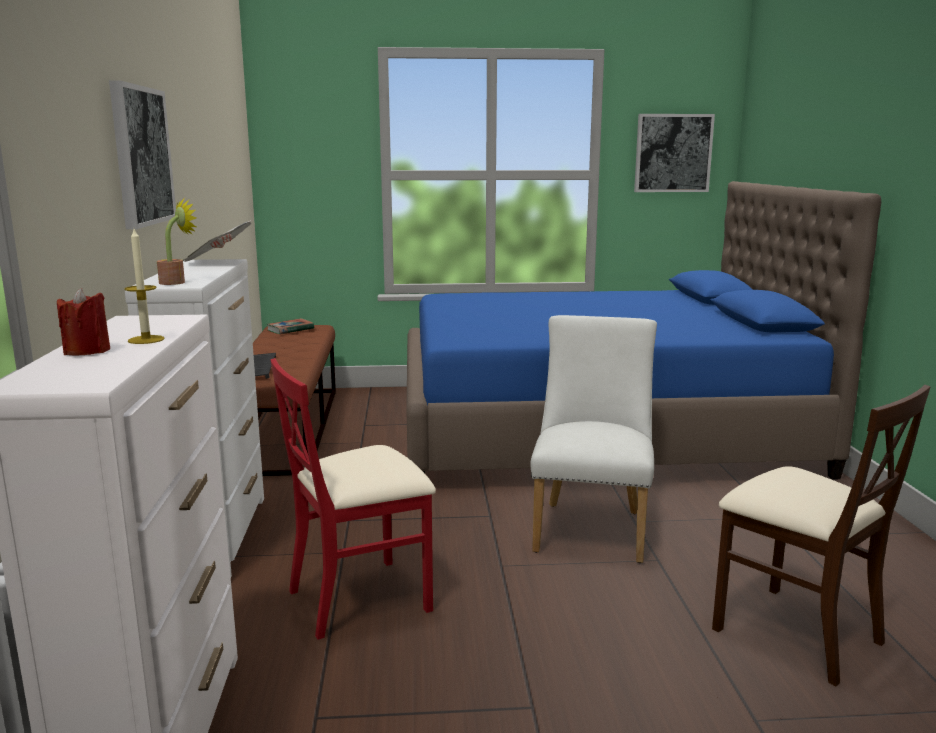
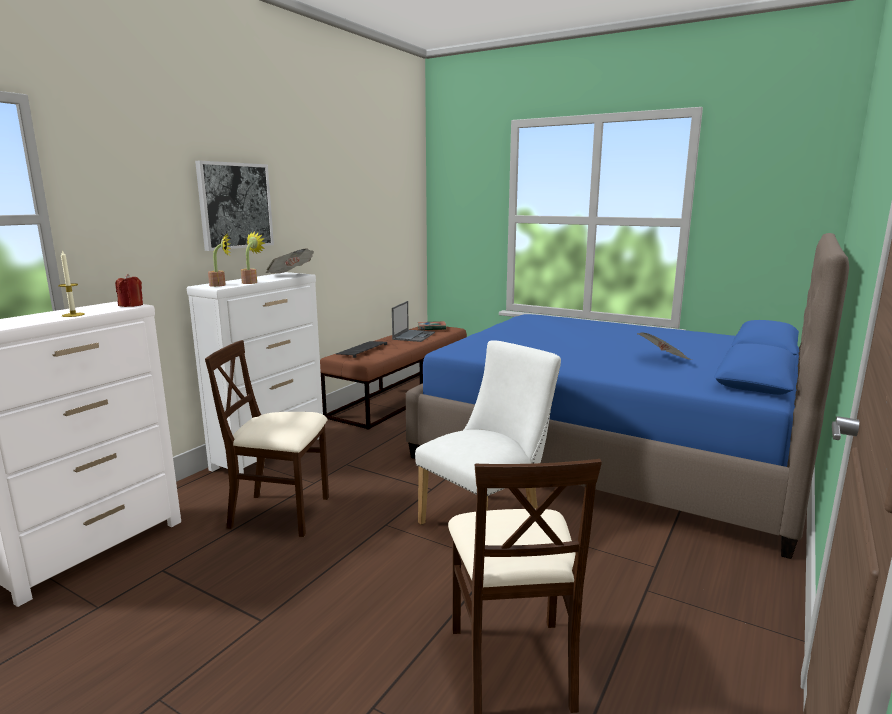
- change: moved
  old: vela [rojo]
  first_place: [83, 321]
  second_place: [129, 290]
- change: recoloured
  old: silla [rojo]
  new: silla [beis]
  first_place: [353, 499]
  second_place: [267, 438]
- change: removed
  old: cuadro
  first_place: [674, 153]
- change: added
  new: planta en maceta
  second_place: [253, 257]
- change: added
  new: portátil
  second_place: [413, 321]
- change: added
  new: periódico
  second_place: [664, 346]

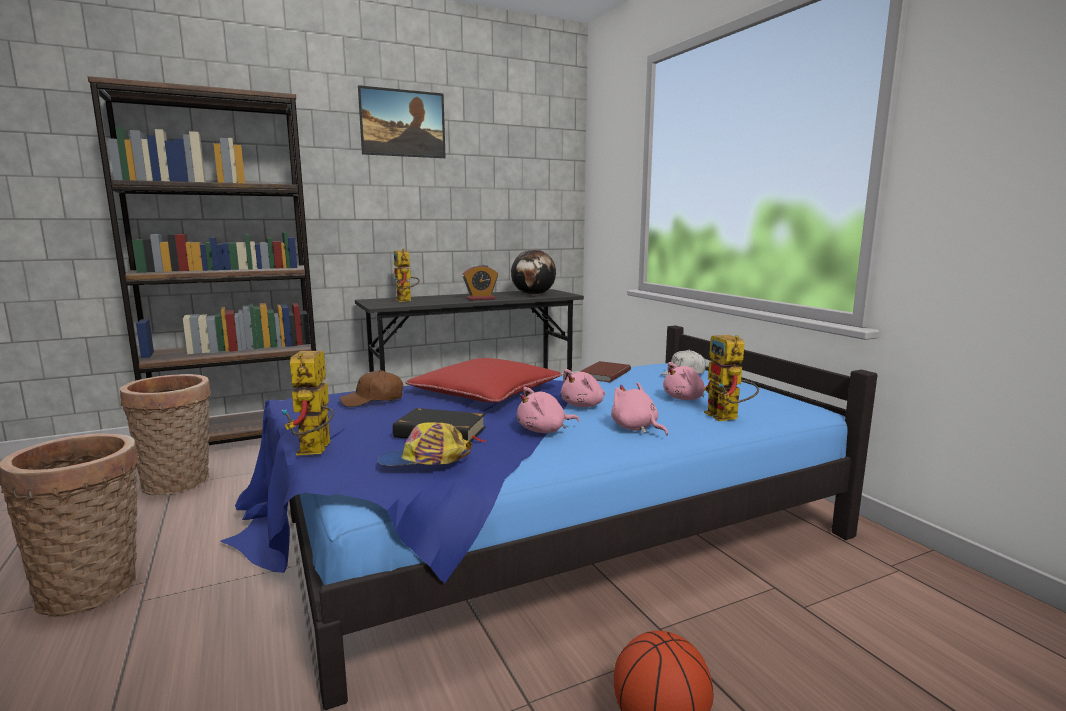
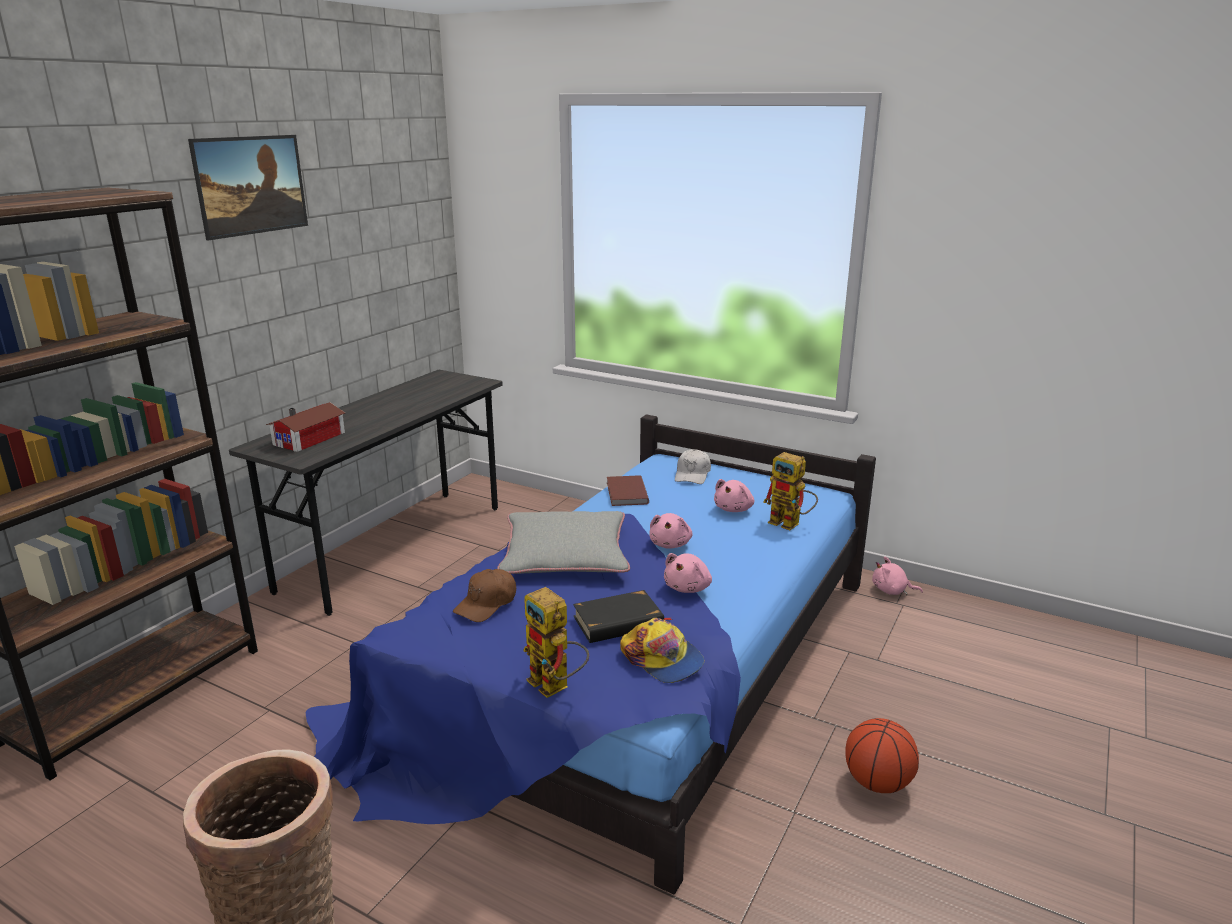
- change: removed
  old: cesta
  first_place: [165, 434]
- change: turned
  old: gorra
  first_place: [425, 444]
  second_place: [662, 650]
  degrees: -90
- change: replaced
  old: robot de juguete
  new: casita
  first_place: [407, 275]
  second_place: [305, 427]
- change: recoloured
  old: cojín [rojo]
  new: cojín [gris]
  first_place: [484, 380]
  second_place: [563, 542]
- change: removed
  old: despertador
  first_place: [480, 282]
- change: removed
  old: globo terráqueo
  first_place: [533, 272]
- change: moved
  old: peluche [rosa]
  first_place: [639, 408]
  second_place: [897, 575]

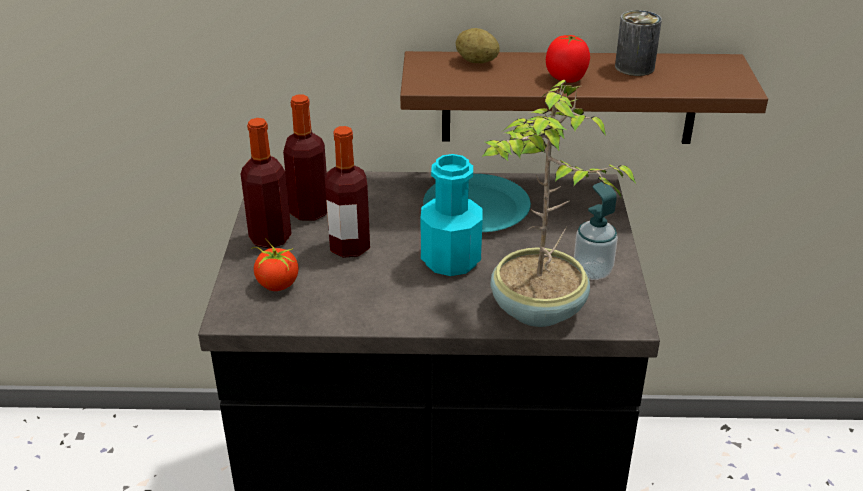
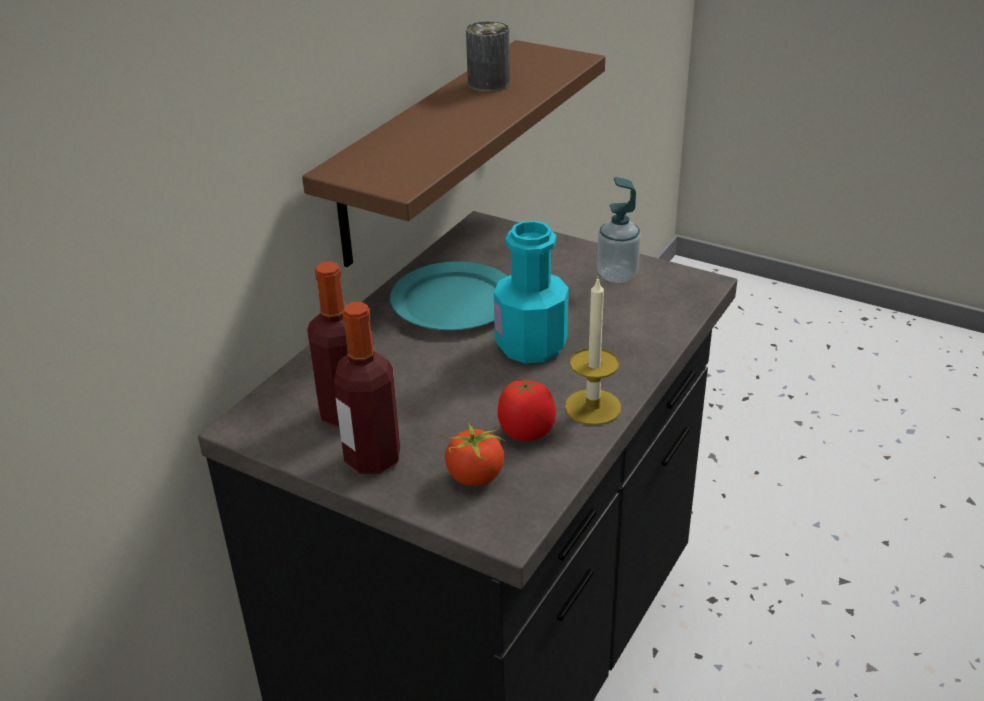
- change: removed
  old: botella
  first_place: [347, 192]
- change: removed
  old: patata
  first_place: [477, 45]
- change: removed
  old: planta en maceta
  first_place: [559, 203]
- change: moved
  old: tomate
  first_place: [568, 59]
  second_place: [527, 409]
- change: added
  new: vela
  second_place: [593, 351]

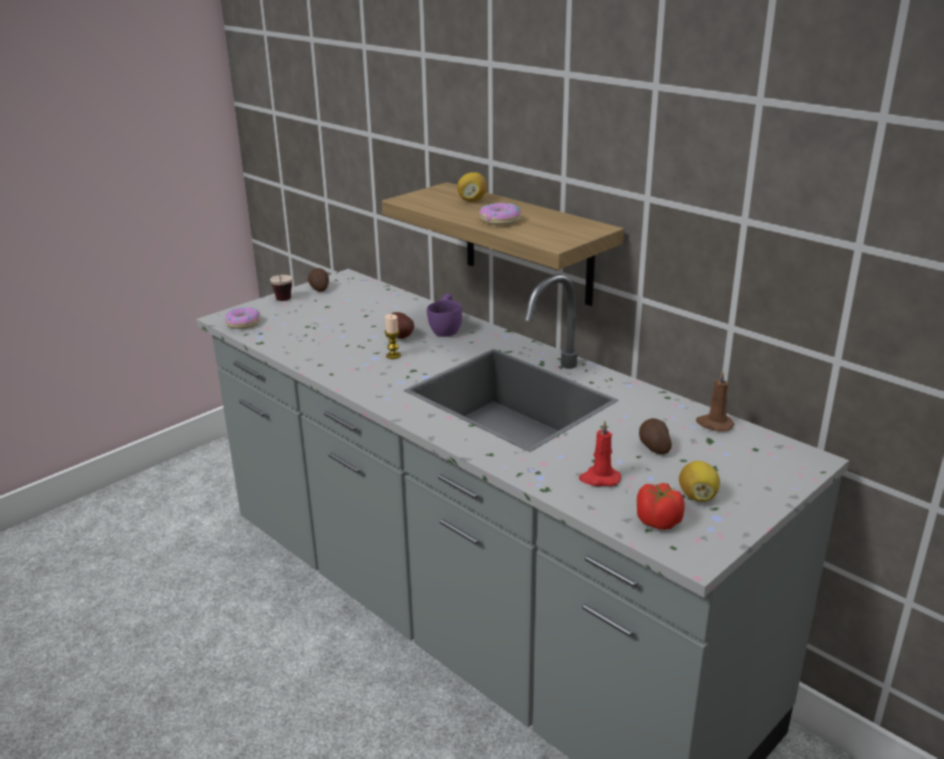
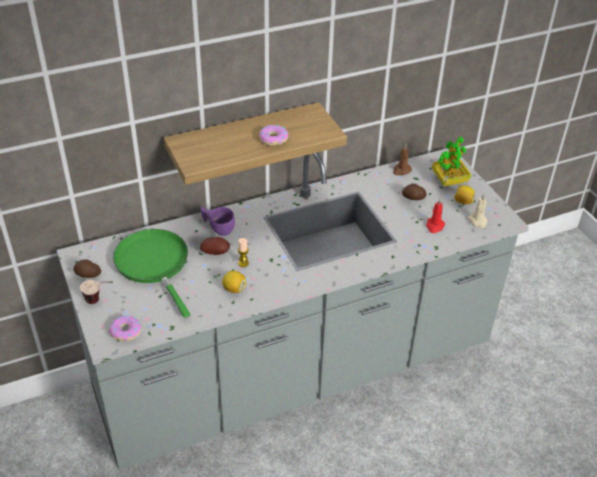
- change: moved
  old: limón
  first_place: [472, 187]
  second_place: [234, 282]
- change: replaced
  old: tomate
  new: vela [beis]
  first_place: [661, 506]
  second_place: [478, 210]
- change: added
  new: sartén [verde]
  second_place: [151, 273]
- change: added
  new: planta en maceta
  second_place: [451, 161]

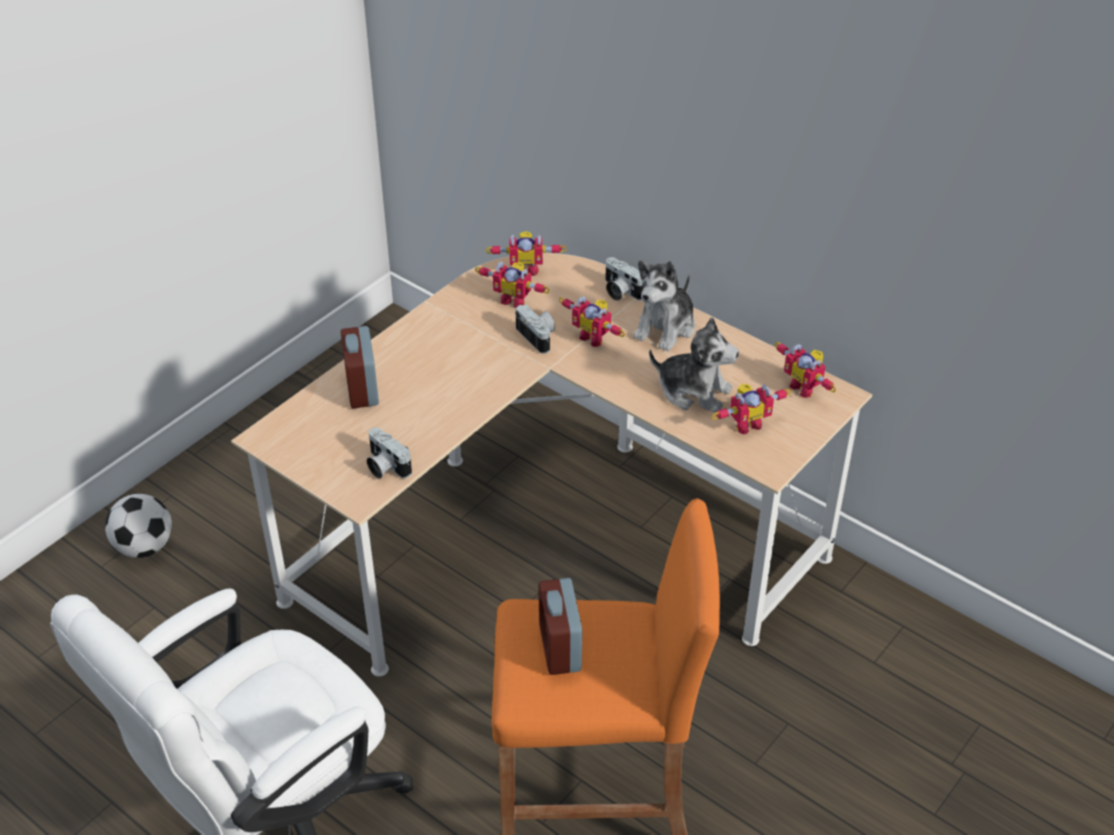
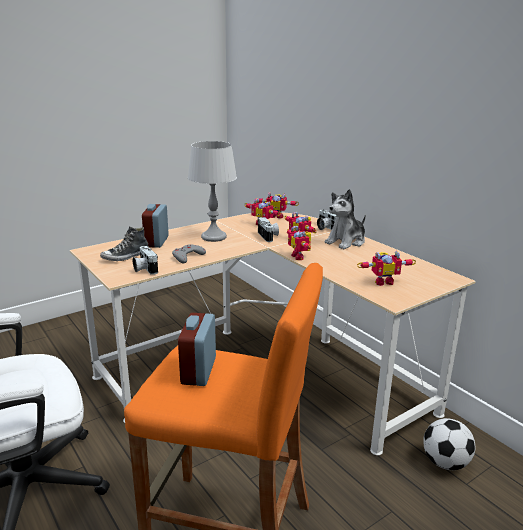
- change: moved
  old: balón de fútbol
  first_place: [138, 526]
  second_place: [449, 444]
- change: removed
  old: peluche
  first_place: [694, 365]
- change: moved
  old: robot de juguete
  first_place: [805, 370]
  second_place: [299, 243]
- change: added
  new: zapato
  second_place: [124, 243]
- change: added
  new: mando de consola [gris]
  second_place: [189, 253]
- change: added
  new: lámpara de mesa [gris]
  second_place: [212, 191]

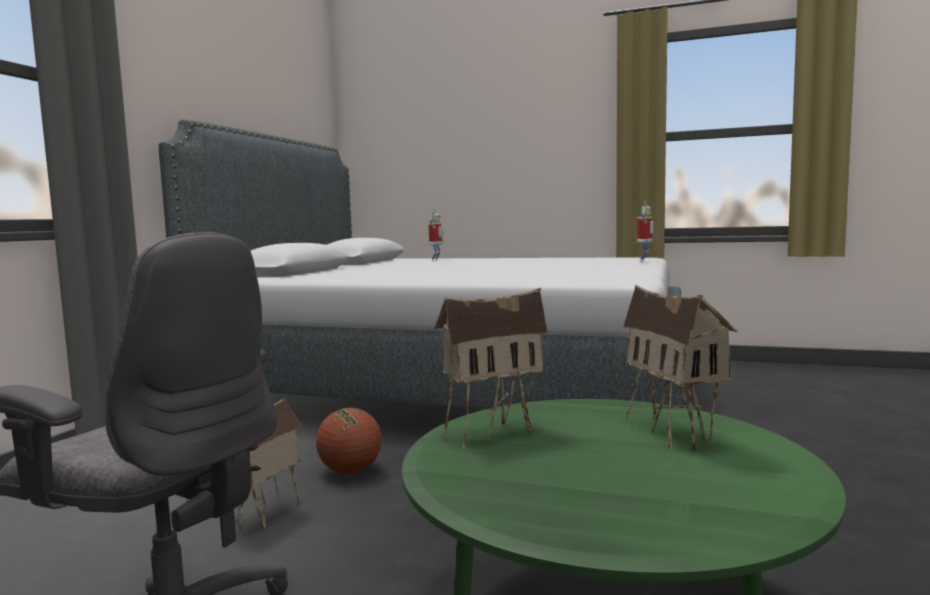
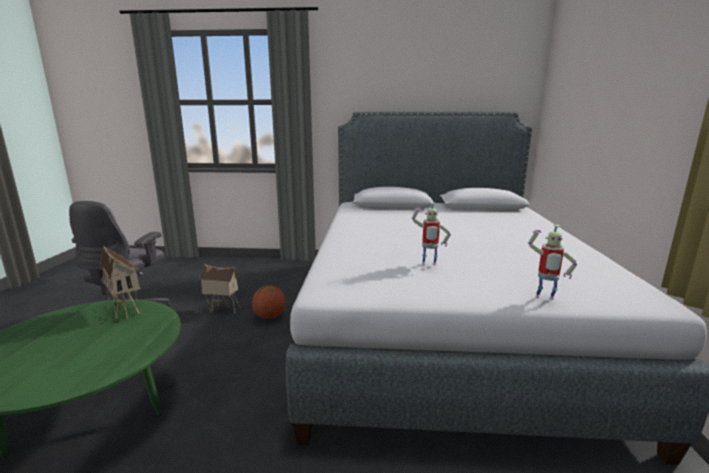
- change: moved
  old: robot de juguete
  first_place: [437, 235]
  second_place: [431, 234]
- change: removed
  old: casita
  first_place: [680, 368]

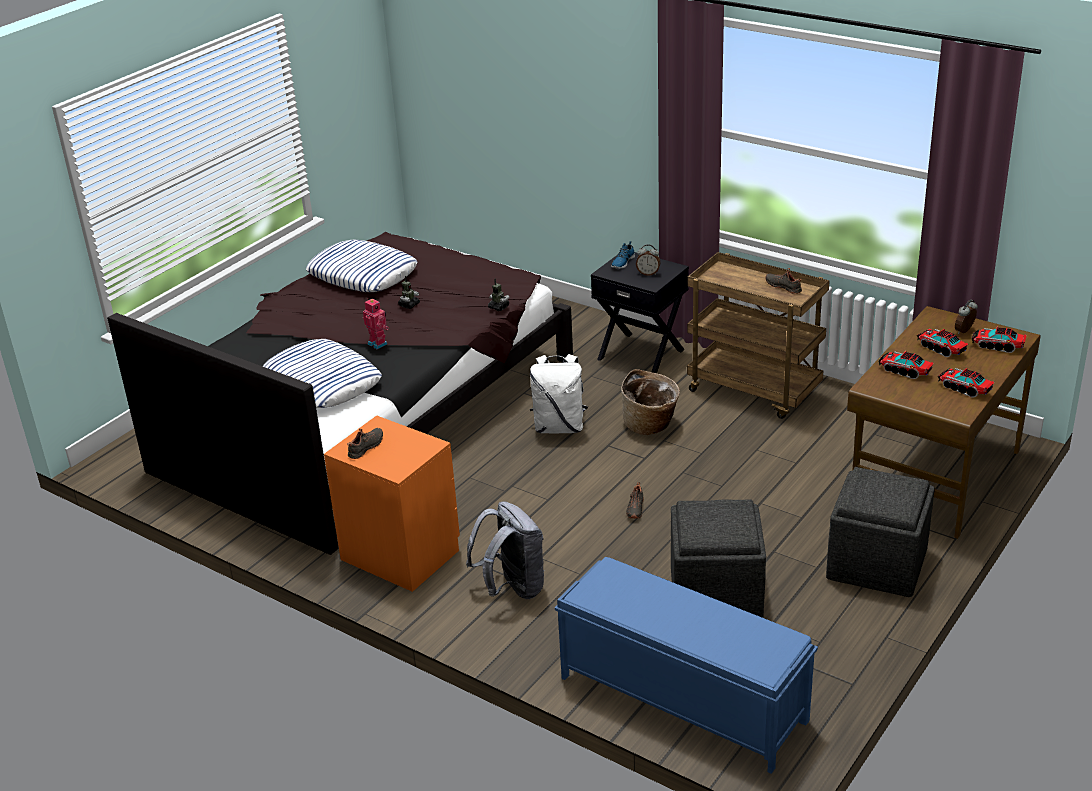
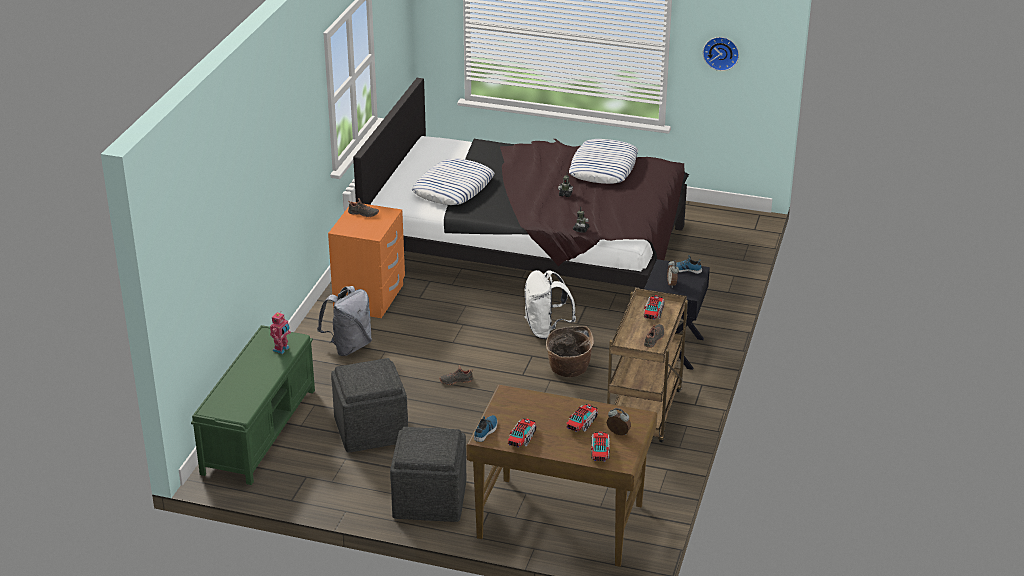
- change: moved
  old: robot de juguete
  first_place: [376, 323]
  second_place: [280, 333]
- change: recoloured
  old: banco [azul]
  new: banco [verde]
  first_place: [686, 665]
  second_place: [253, 405]
- change: moved
  old: camión de juguete
  first_place: [906, 365]
  second_place: [654, 307]
- change: added
  new: zapato
  second_place: [486, 428]
- change: added
  new: reloj de pared
  second_place: [721, 54]

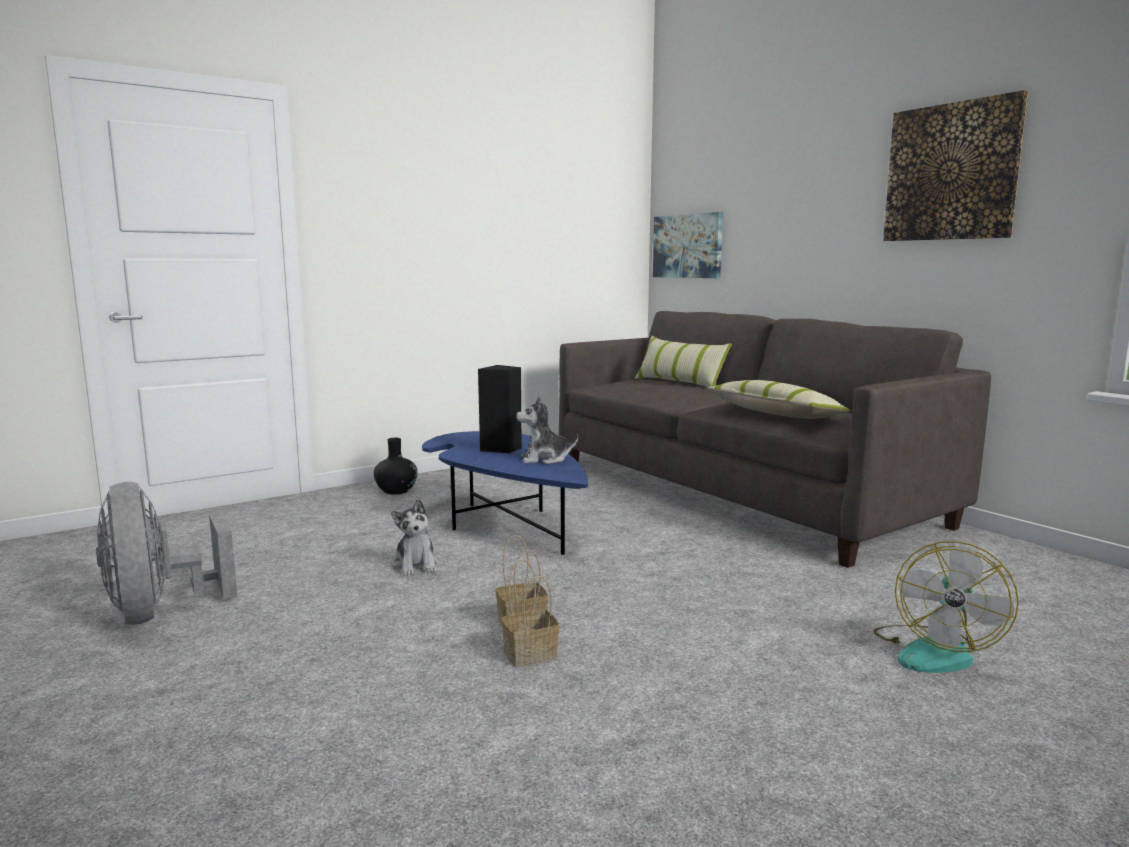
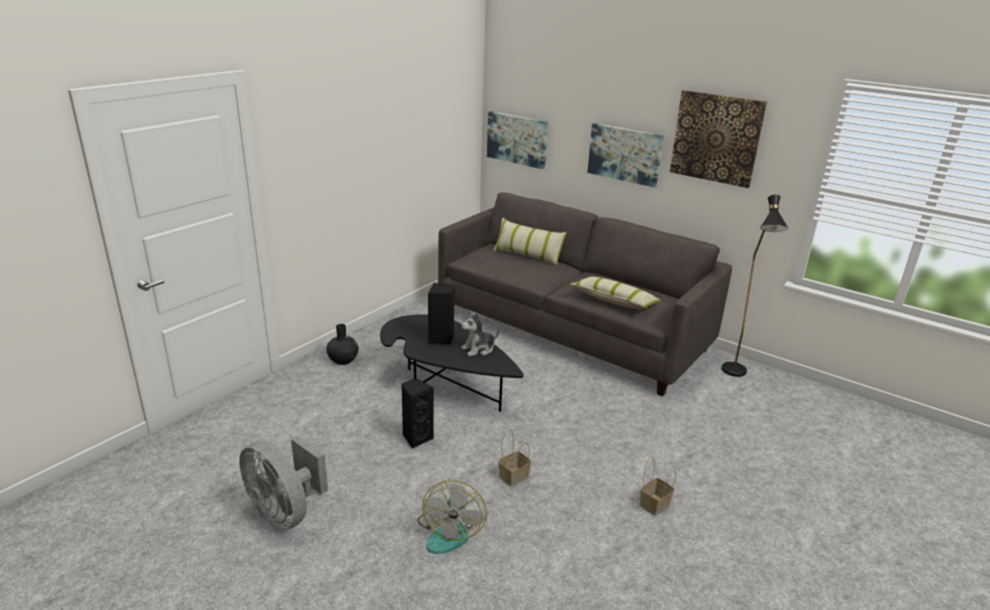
- change: replaced
  old: peluche
  new: altavoz [negro]
  first_place: [414, 537]
  second_place: [417, 413]
- change: recoloured
  old: mesa de centro [azul]
  new: mesa de centro [negro]
  first_place: [505, 493]
  second_place: [452, 363]
- change: moved
  old: cesta
  first_place: [530, 613]
  second_place: [658, 486]
- change: moved
  old: ventilador
  first_place: [946, 607]
  second_place: [452, 517]
- change: added
  new: cuadro
  second_place: [625, 155]
- change: added
  new: lámpara de pie [negro]
  second_place: [755, 286]

